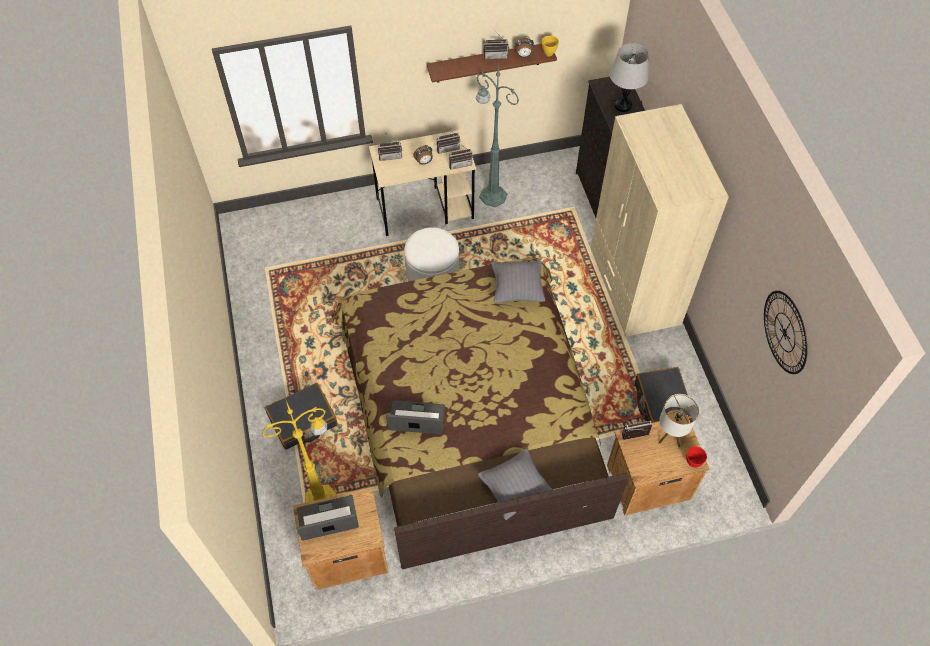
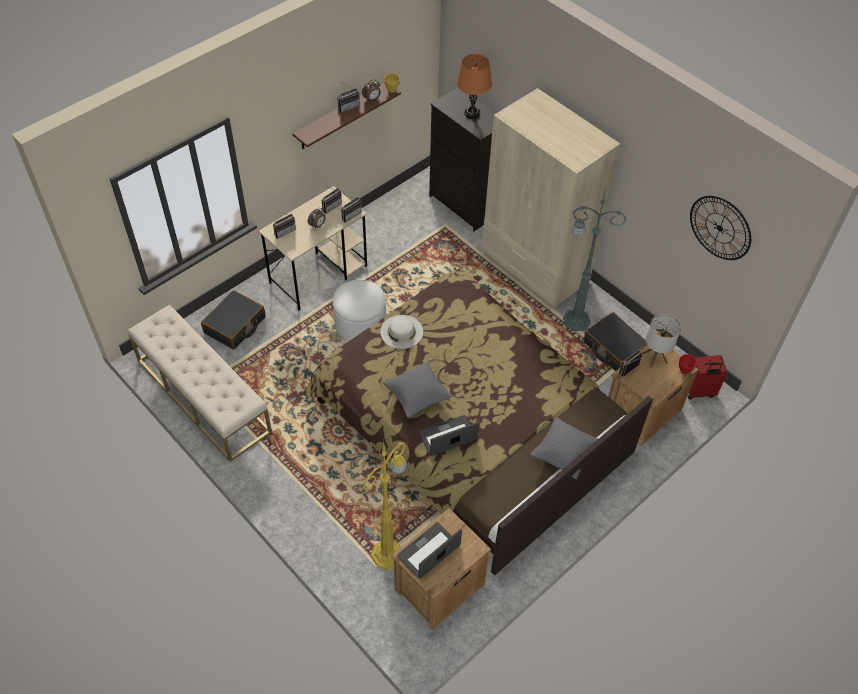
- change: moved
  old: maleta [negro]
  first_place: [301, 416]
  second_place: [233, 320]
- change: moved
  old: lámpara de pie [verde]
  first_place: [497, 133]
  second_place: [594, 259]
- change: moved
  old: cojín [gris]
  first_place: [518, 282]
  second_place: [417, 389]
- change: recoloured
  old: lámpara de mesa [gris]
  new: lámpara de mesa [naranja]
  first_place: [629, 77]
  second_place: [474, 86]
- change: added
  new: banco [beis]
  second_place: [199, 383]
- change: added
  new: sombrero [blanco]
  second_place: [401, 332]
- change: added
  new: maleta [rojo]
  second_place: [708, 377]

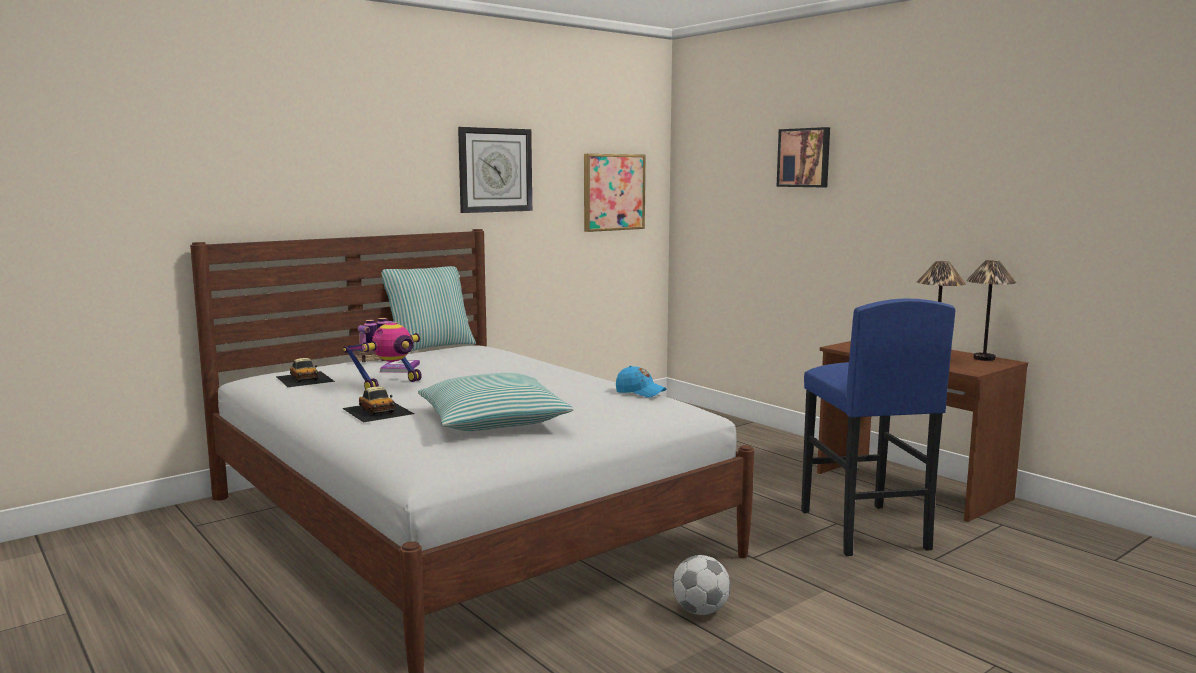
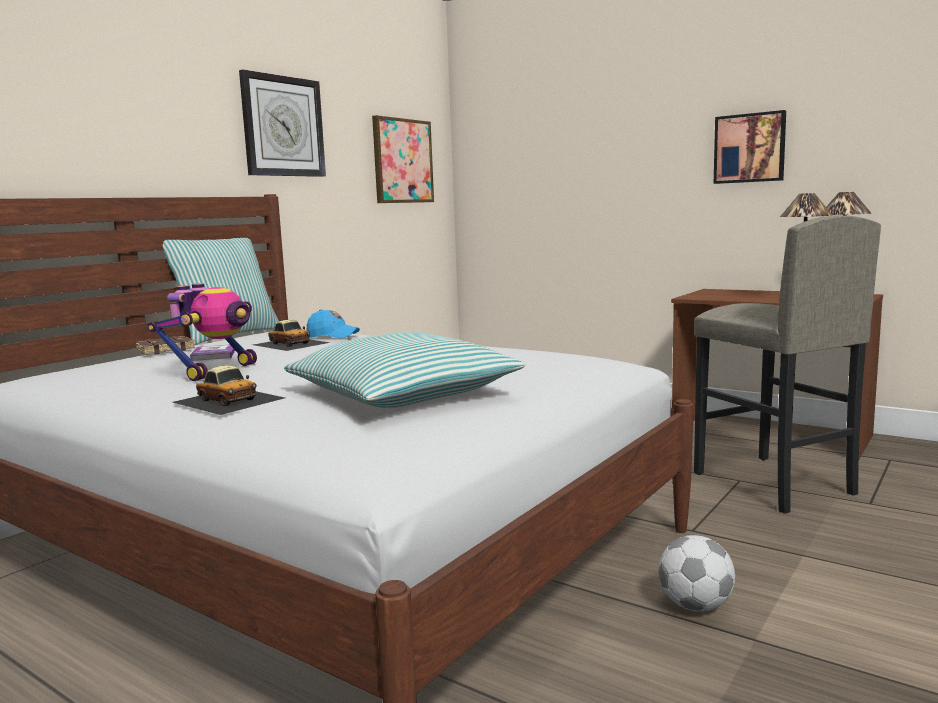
- change: moved
  old: coche de juguete
  first_place: [305, 372]
  second_place: [291, 335]
- change: moved
  old: gorra [azul]
  first_place: [641, 382]
  second_place: [333, 323]
- change: moved
  old: cuadro
  first_place: [803, 157]
  second_place: [750, 147]
- change: recoloured
  old: taburete [azul]
  new: taburete [gris]
  first_place: [878, 427]
  second_place: [787, 364]

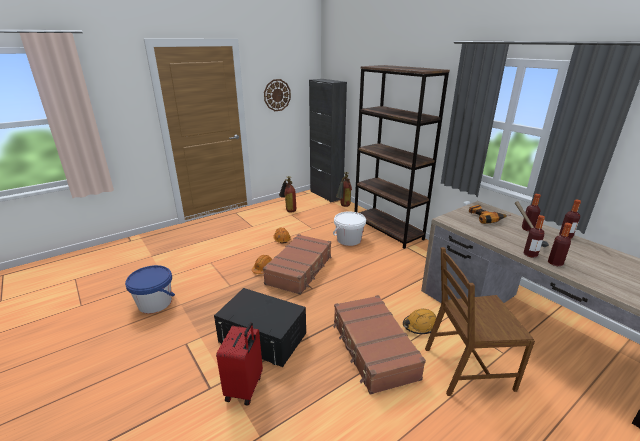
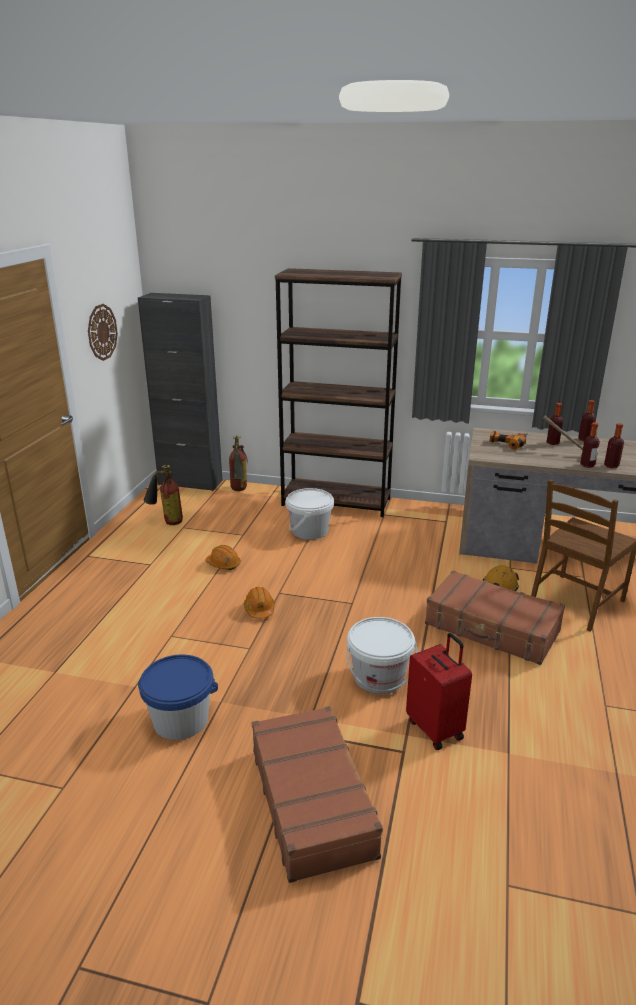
- change: replaced
  old: caja de almacenaje [negro]
  new: cubo [blanco]
  first_place: [260, 327]
  second_place: [382, 655]
- change: moved
  old: maleta [marrón]
  first_place: [297, 264]
  second_place: [317, 794]

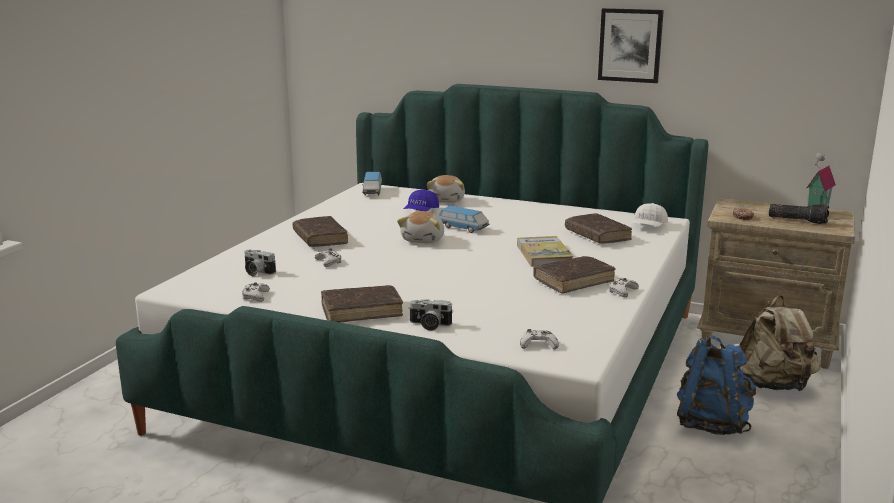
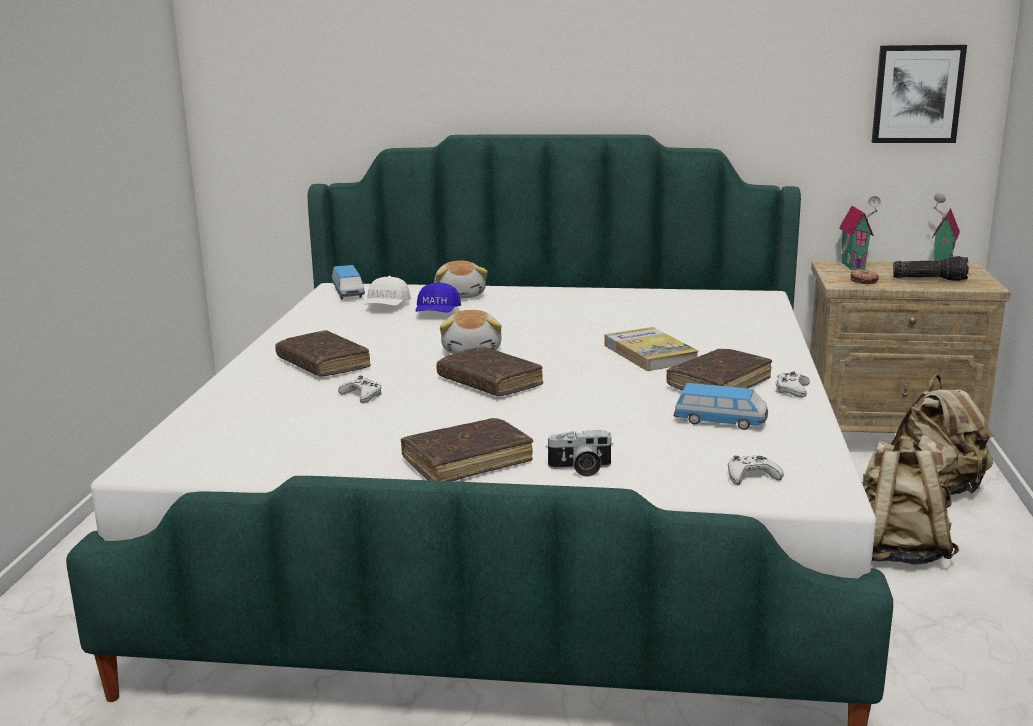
- change: removed
  old: mando de consola [blanco]
  first_place: [256, 292]
- change: removed
  old: cámara
  first_place: [260, 263]
- change: moved
  old: coche de juguete
  first_place: [464, 219]
  second_place: [721, 406]
- change: moved
  old: libro [marrón]
  first_place: [598, 228]
  second_place: [489, 371]
- change: moved
  old: cuadro
  first_place: [631, 45]
  second_place: [919, 94]
- change: moved
  old: gorra [blanco]
  first_place: [650, 215]
  second_place: [388, 291]
- change: recoloured
  old: mochila [azul]
  new: mochila [beis]
  first_place: [716, 385]
  second_place: [910, 500]
- change: added
  new: casita
  second_place: [860, 233]

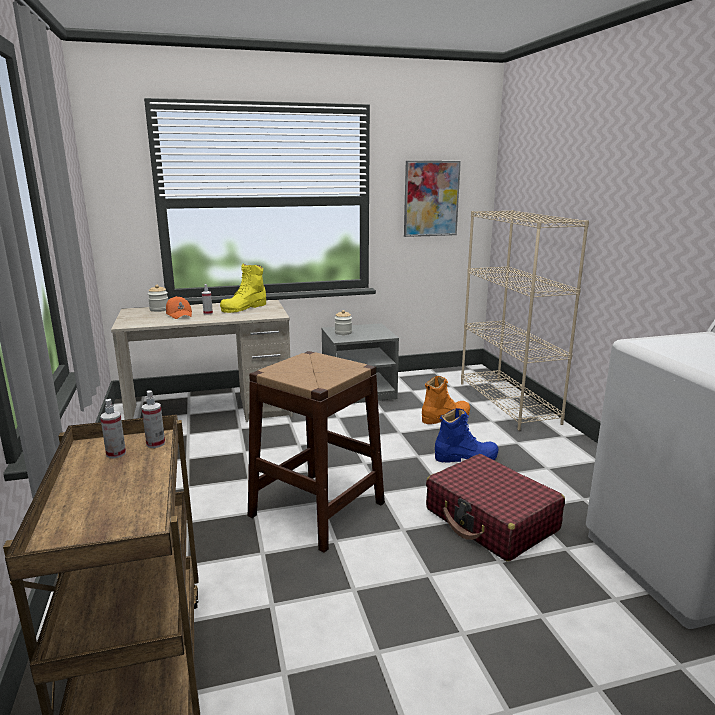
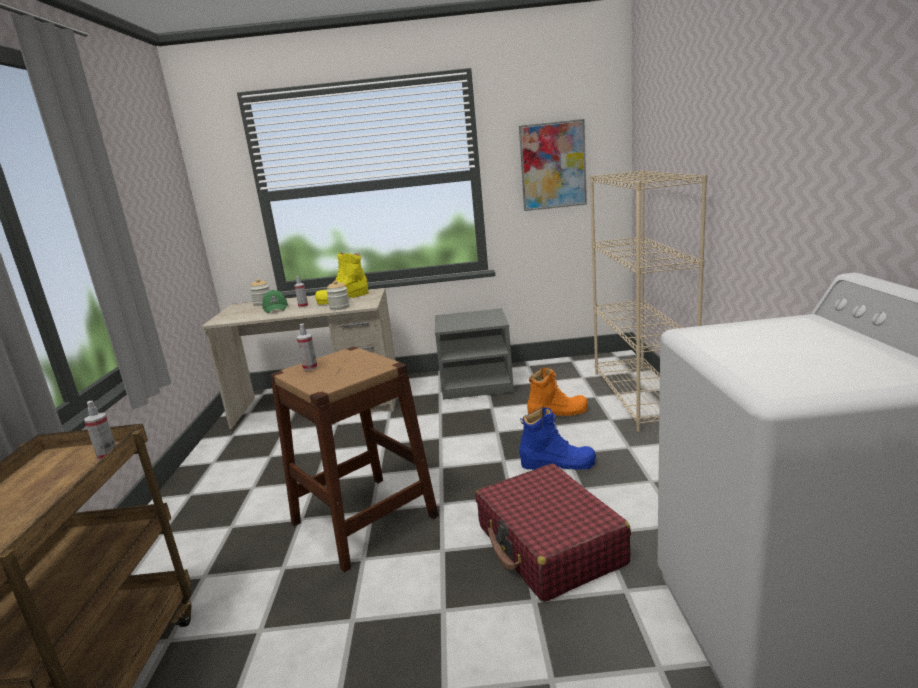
- change: moved
  old: pulverizador
  first_place: [113, 428]
  second_place: [307, 346]
- change: recoloured
  old: gorra [naranja]
  new: gorra [verde]
  first_place: [179, 307]
  second_place: [275, 301]
- change: moved
  old: tarro
  first_place: [343, 322]
  second_place: [338, 295]

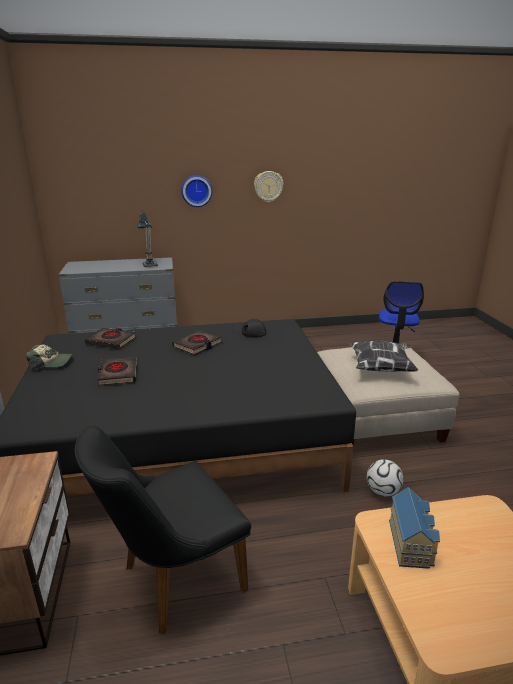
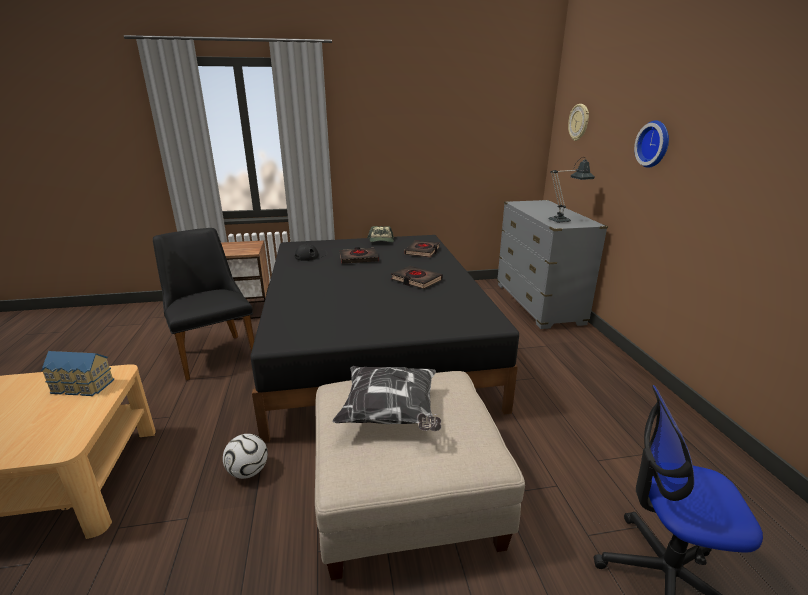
- change: moved
  old: gorra [negro]
  first_place: [250, 328]
  second_place: [311, 252]
- change: moved
  old: reloj de pared
  first_place: [269, 187]
  second_place: [578, 122]

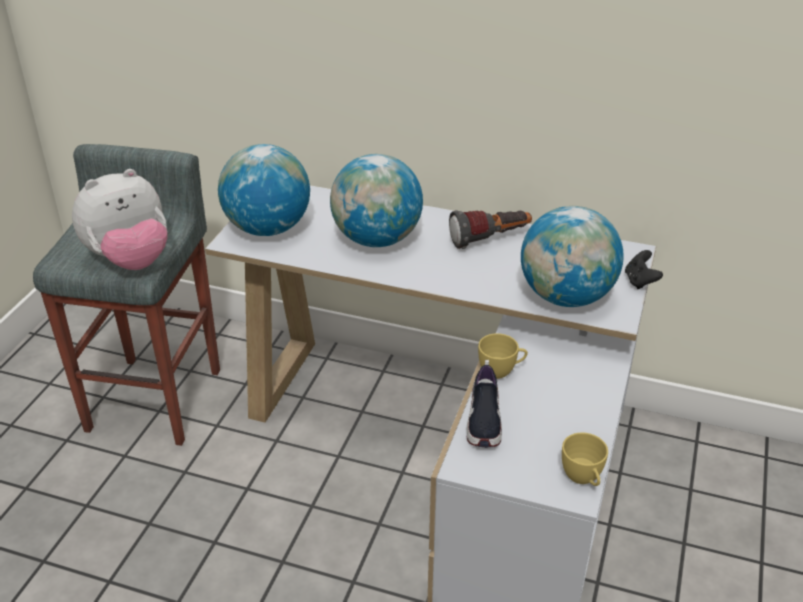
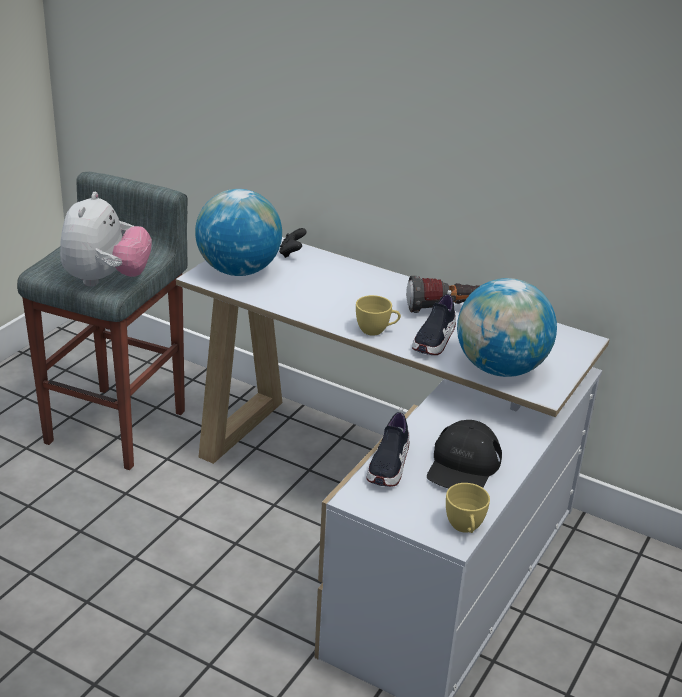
- change: turned
  old: peluche
  first_place: [120, 219]
  second_place: [106, 239]
  degrees: -60
- change: removed
  old: globo terráqueo
  first_place: [376, 200]
- change: moved
  old: taza [amarillo]
  first_place: [503, 356]
  second_place: [378, 315]
- change: moved
  old: mando de consola [negro]
  first_place: [644, 269]
  second_place: [292, 243]
- change: added
  new: zapato
  second_place: [434, 322]
- change: added
  new: gorra [negro]
  second_place: [464, 454]

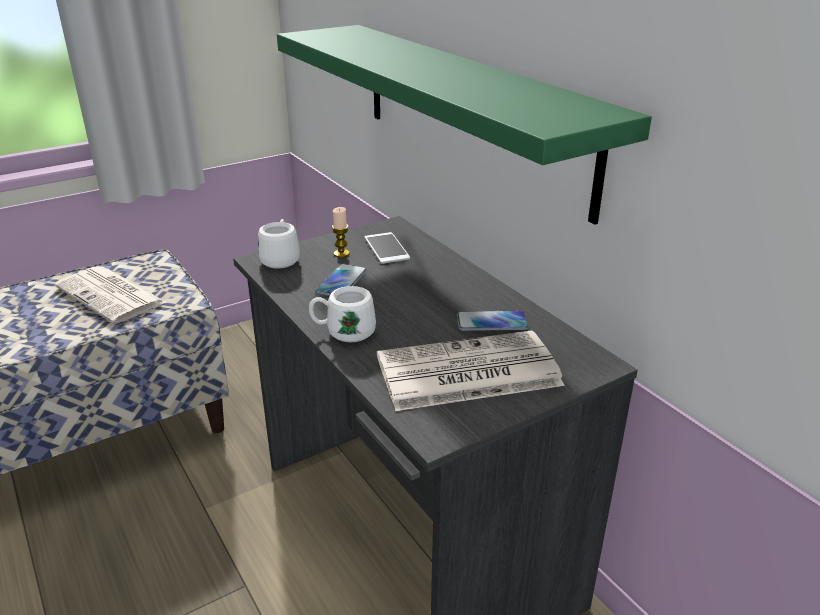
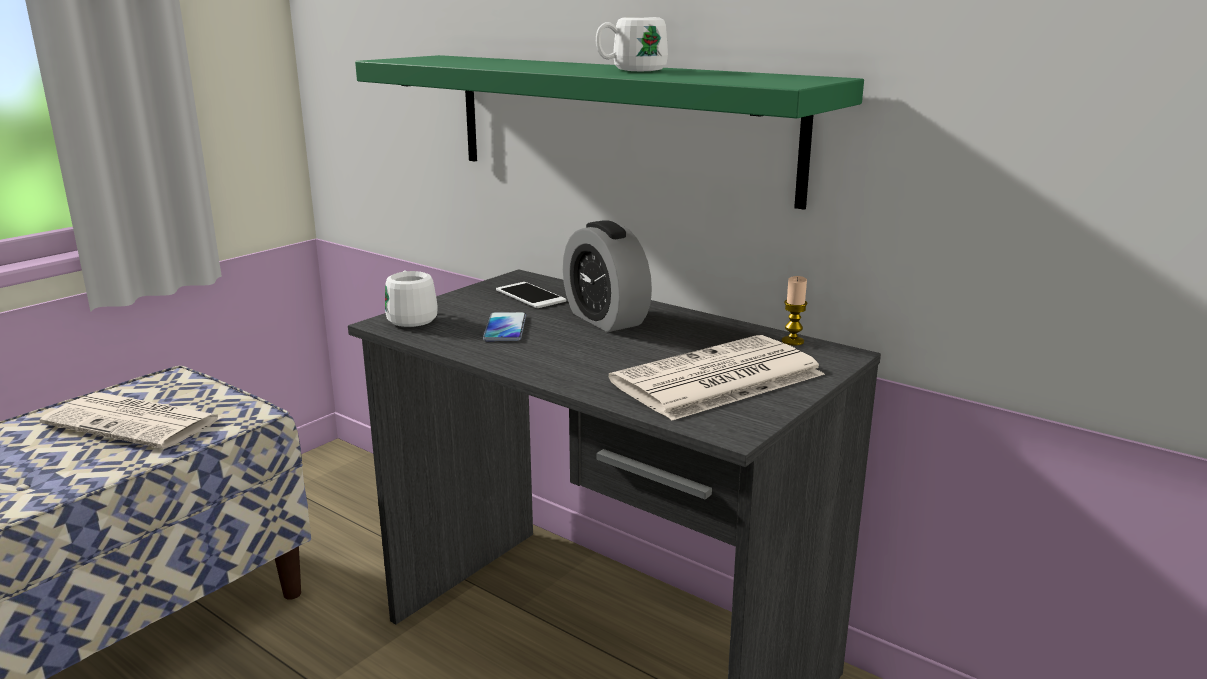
- change: moved
  old: taza grande [blanco]
  first_place: [342, 314]
  second_place: [632, 44]
- change: moved
  old: vela
  first_place: [341, 232]
  second_place: [794, 310]
- change: removed
  old: móvil
  first_place: [493, 321]
- change: added
  new: despertador
  second_place: [607, 276]

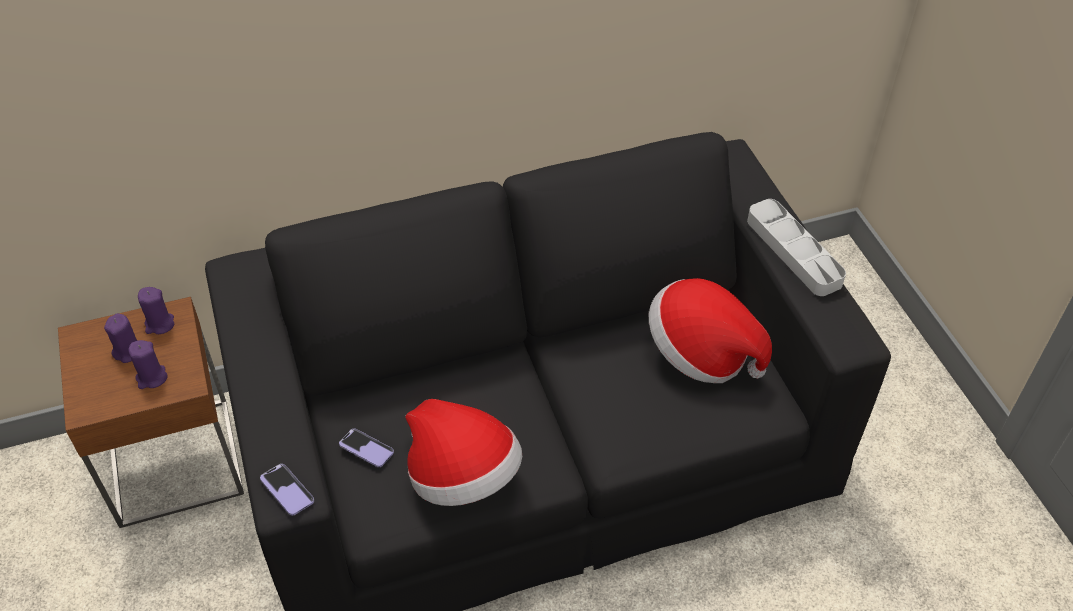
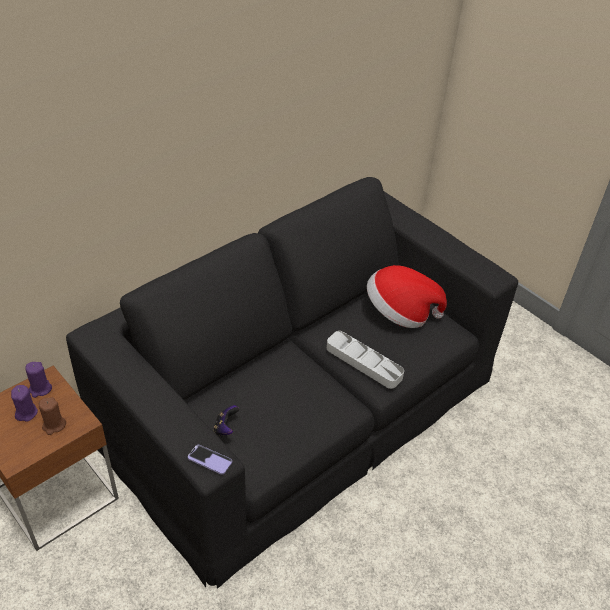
- change: recoloured
  old: vela [morado]
  new: vela [marrón]
  first_place: [148, 364]
  second_place: [52, 416]
- change: replaced
  old: móvil
  new: mando de consola
  first_place: [366, 447]
  second_place: [226, 420]
- change: removed
  old: sombrero
  first_place: [463, 452]
- change: moved
  old: bandeja [gris]
  first_place: [796, 247]
  second_place: [365, 360]

